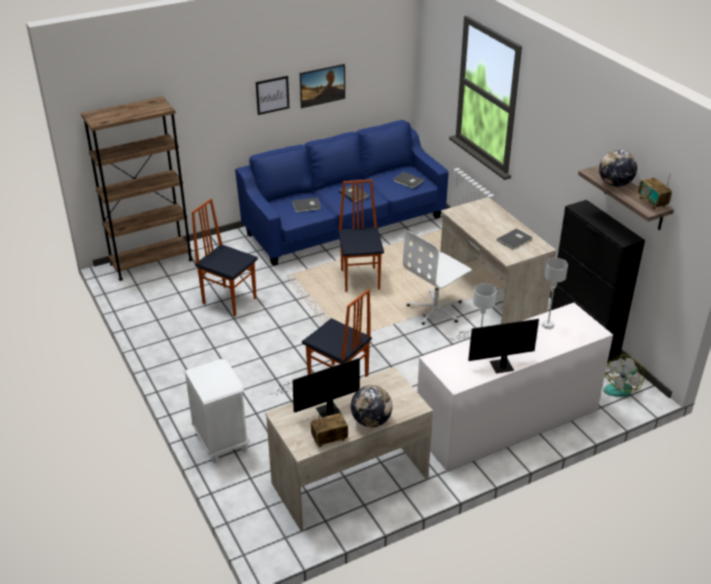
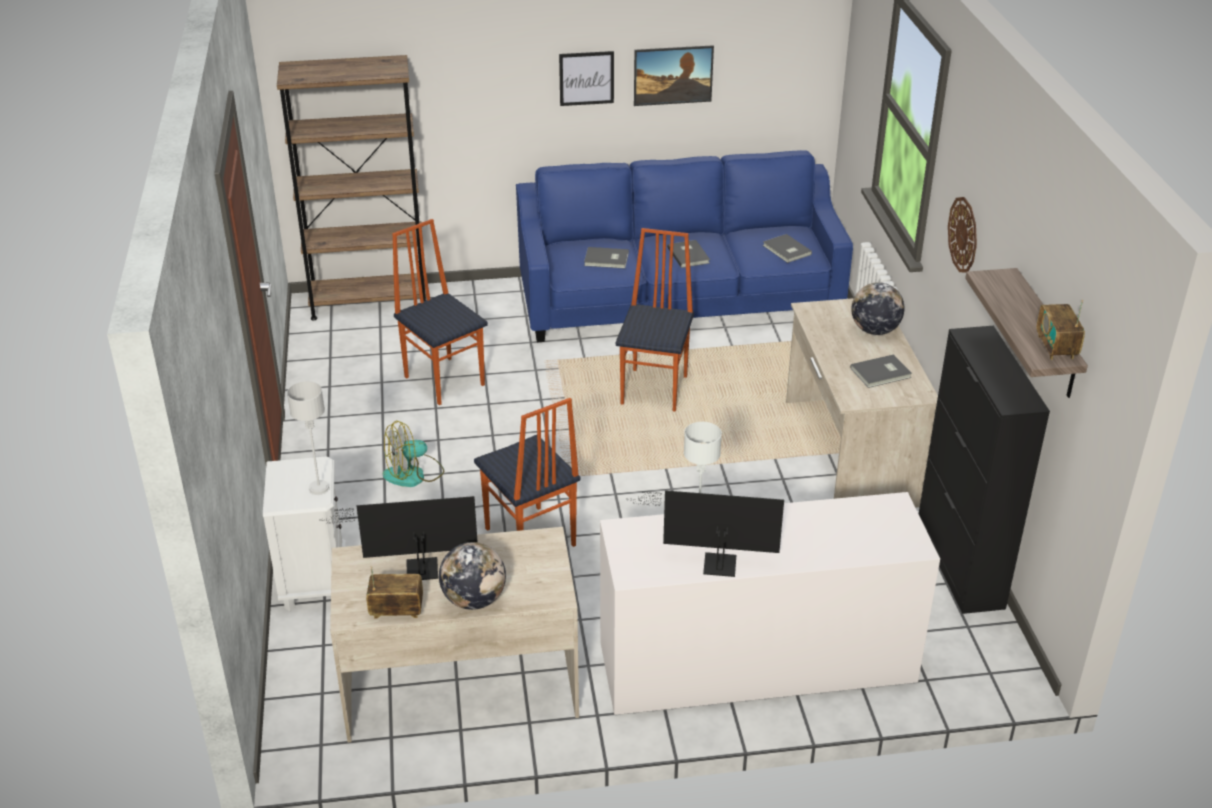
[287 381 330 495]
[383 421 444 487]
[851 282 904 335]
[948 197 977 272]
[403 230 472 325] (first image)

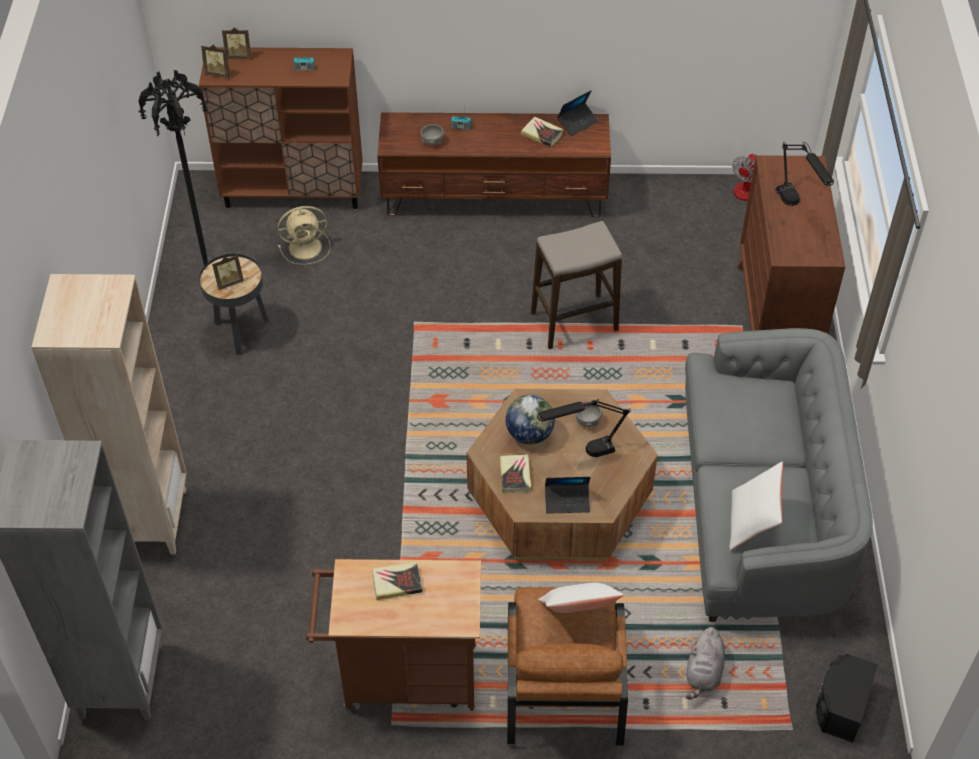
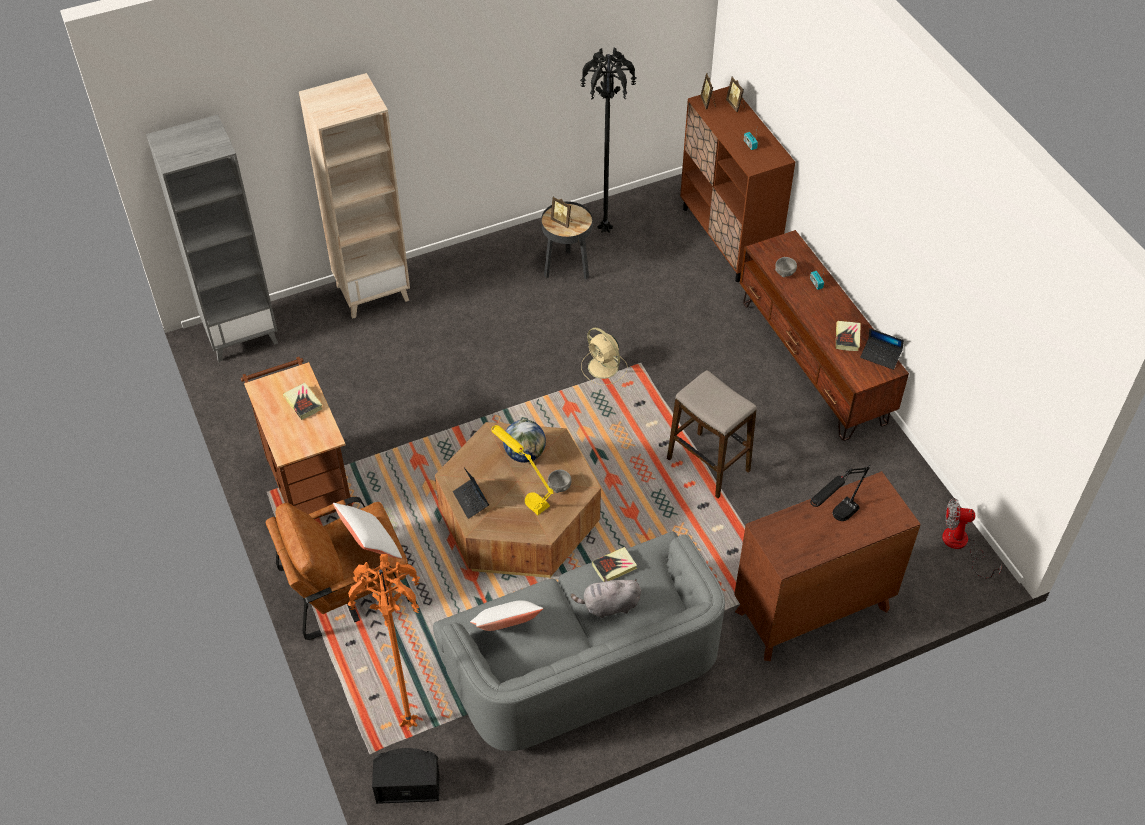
[347 554 420 731]
[491 425 554 515]
[571 577 641 618]
[581 328 628 385]
[592 547 637 582]

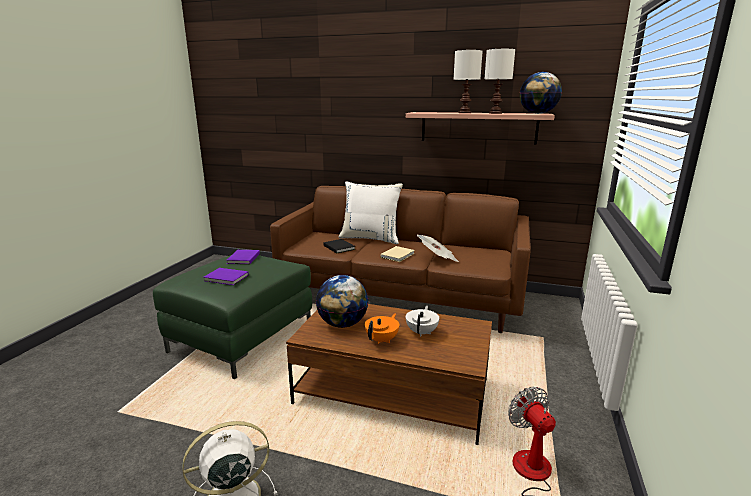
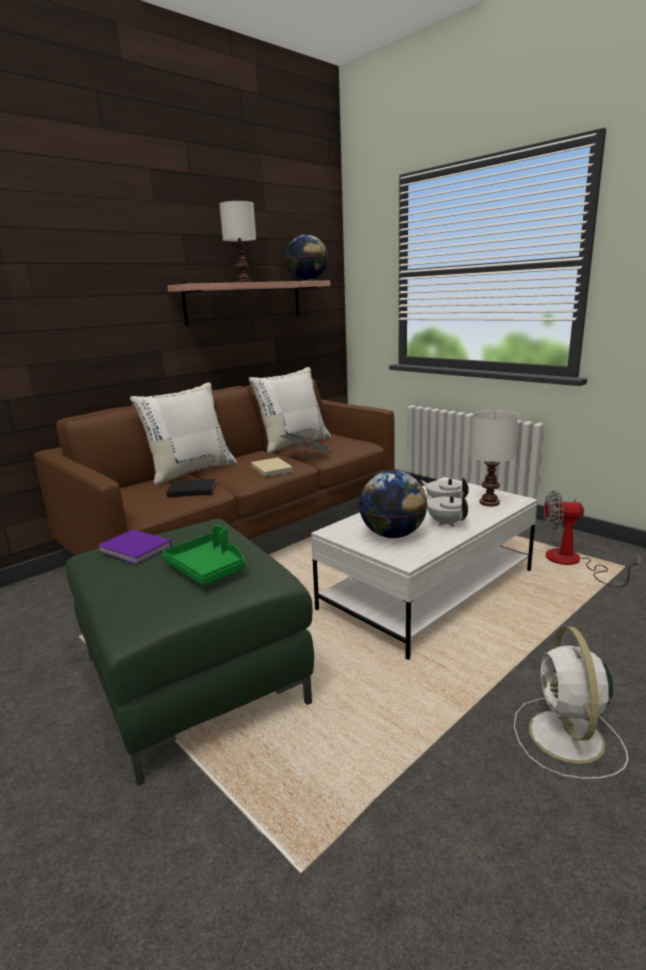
[162 525 245 585]
[248 367 331 454]
[311 477 538 660]
[427 495 468 527]
[471 411 518 506]

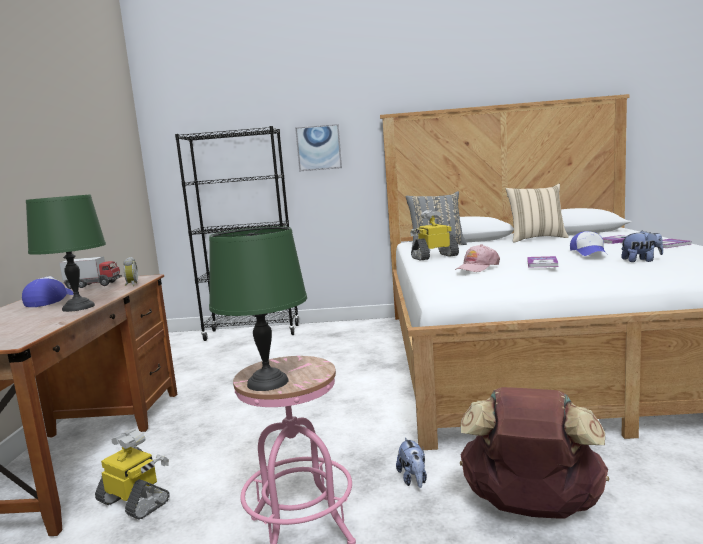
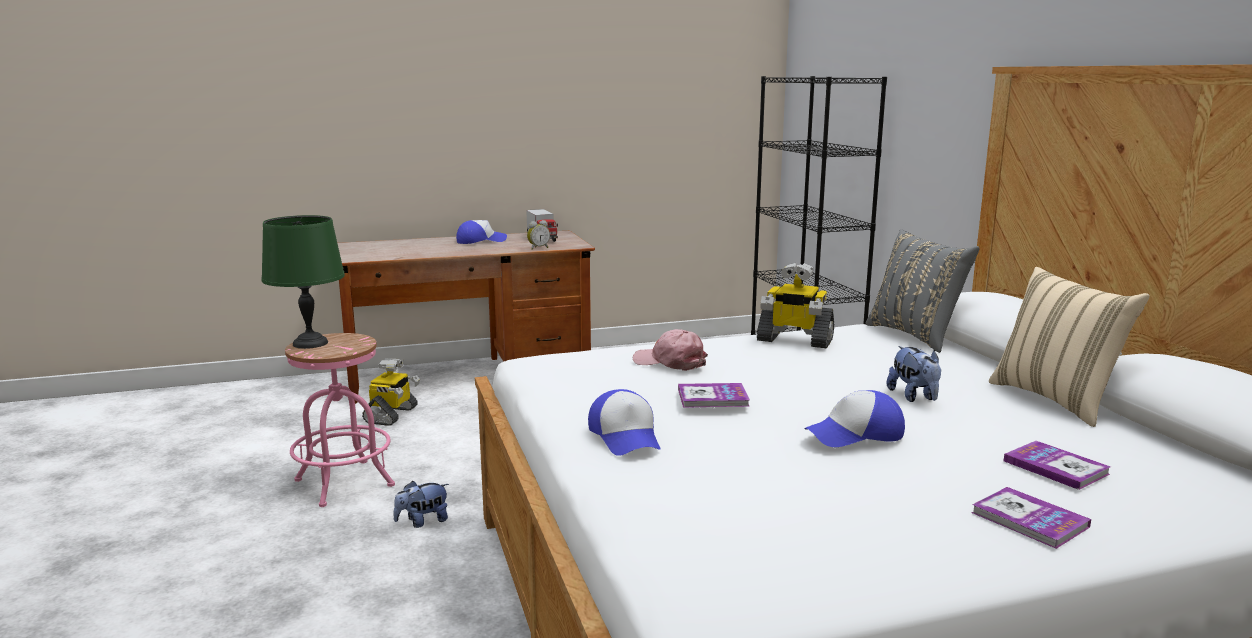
[588 389 660 456]
[757 263 834 348]
[887 346 941 402]
[26 194 106 312] (first image)
[295 124 342 171] (first image)
[460 387 609 519] (first image)

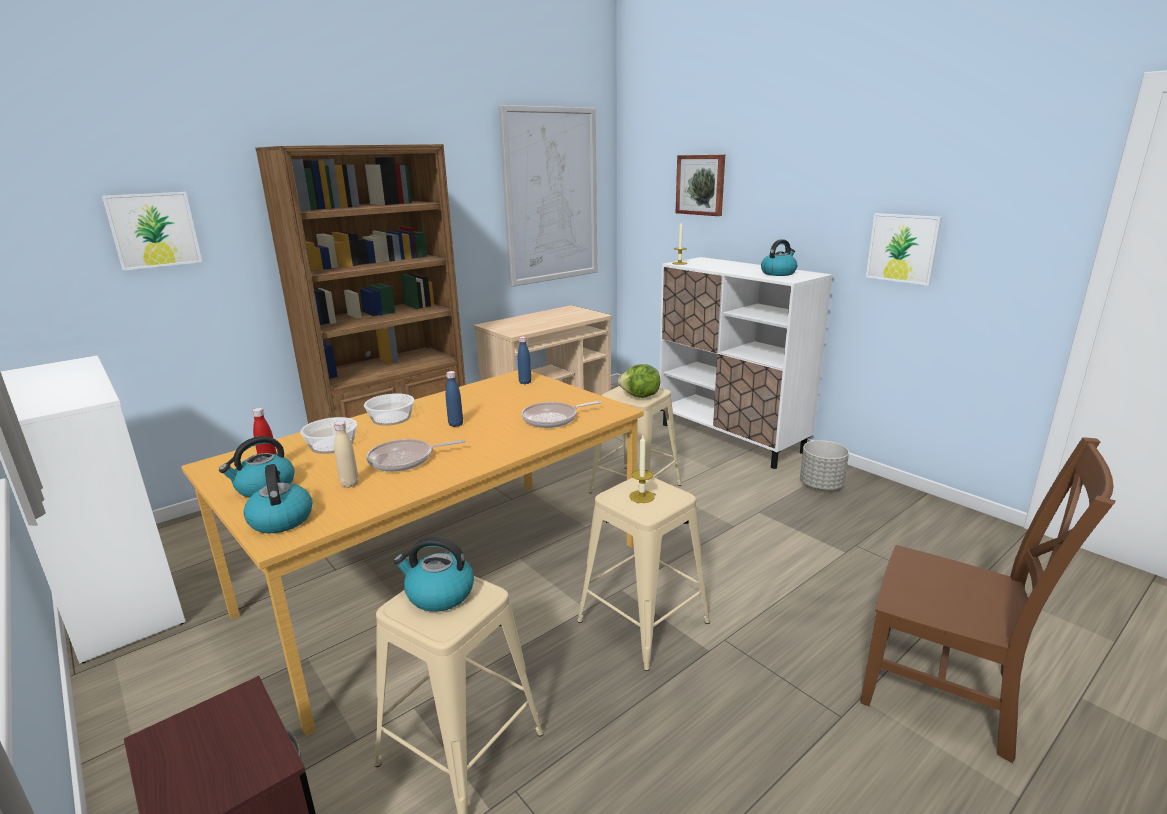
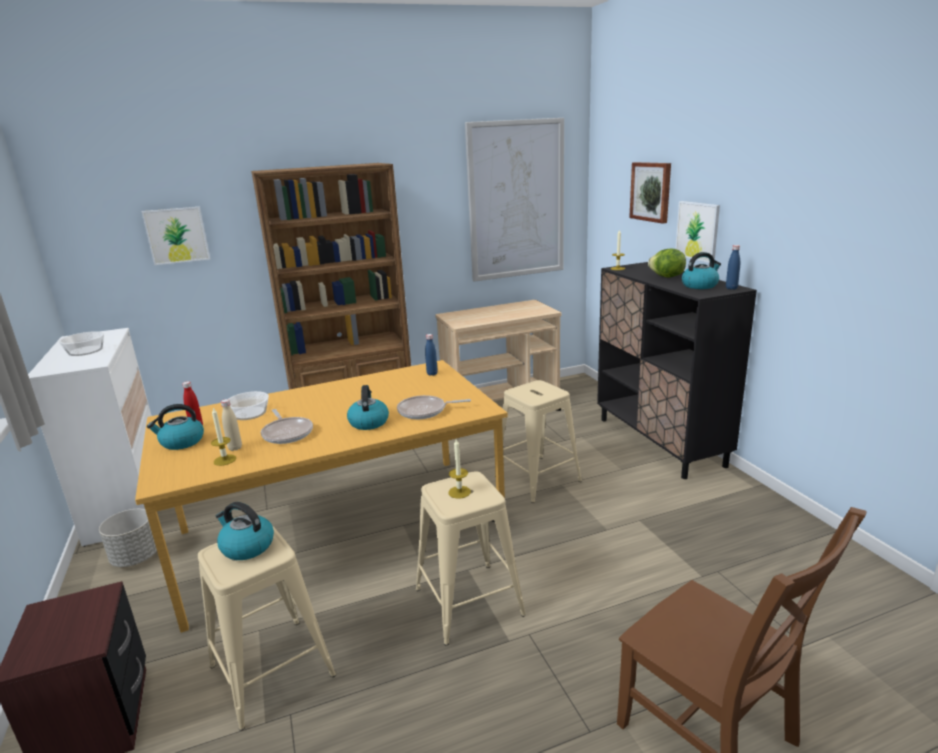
[59 331 104 356]
[99 509 157 567]
[211 408 236 466]
[261 409 313 444]
[347 385 389 430]
[597 262 757 479]
[648 249 686 278]
[675 201 720 263]
[726 245 740 290]

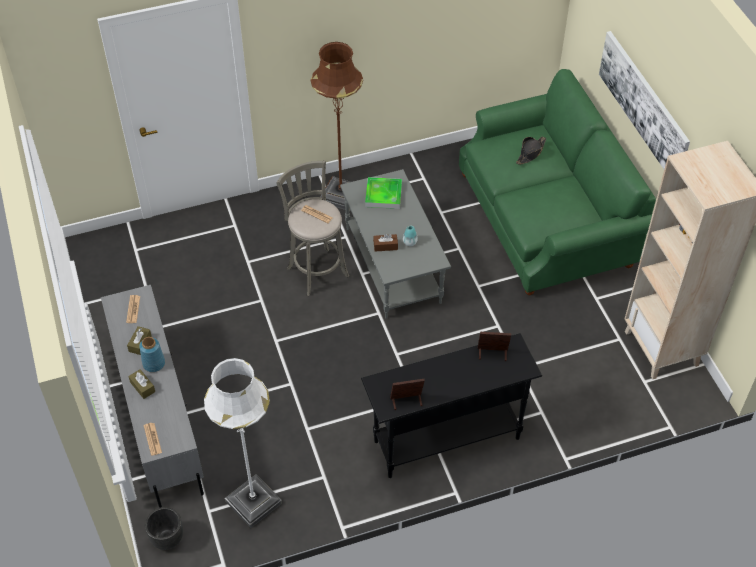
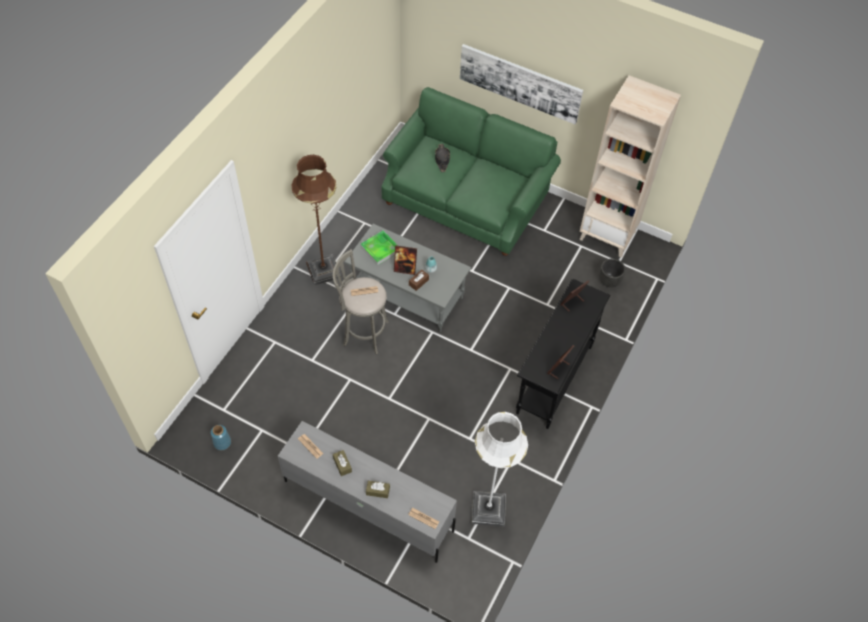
[211 425 231 450]
[394 245 417 275]
[599 259 626 288]

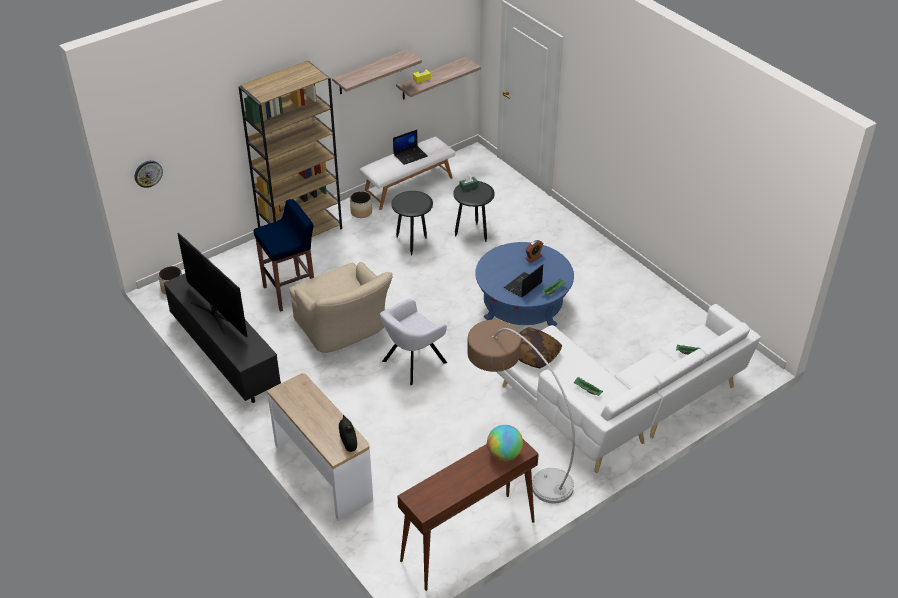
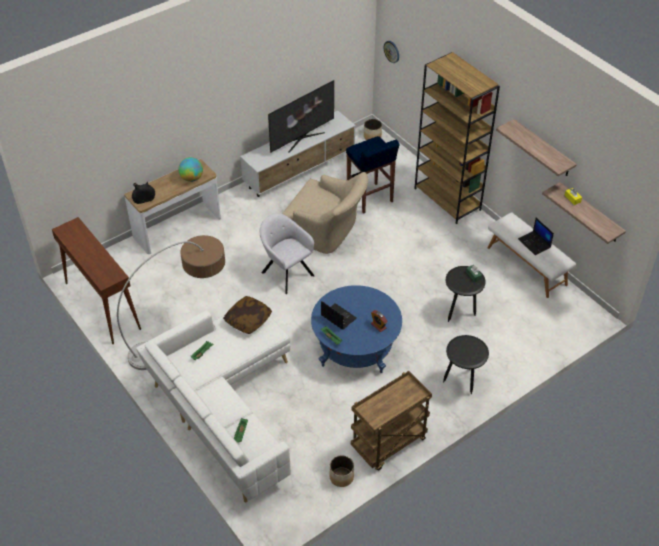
[178 157 203 182]
[240 111 356 197]
[282 172 368 254]
[329 456 354 487]
[351 371 432 471]
[443 335 489 394]

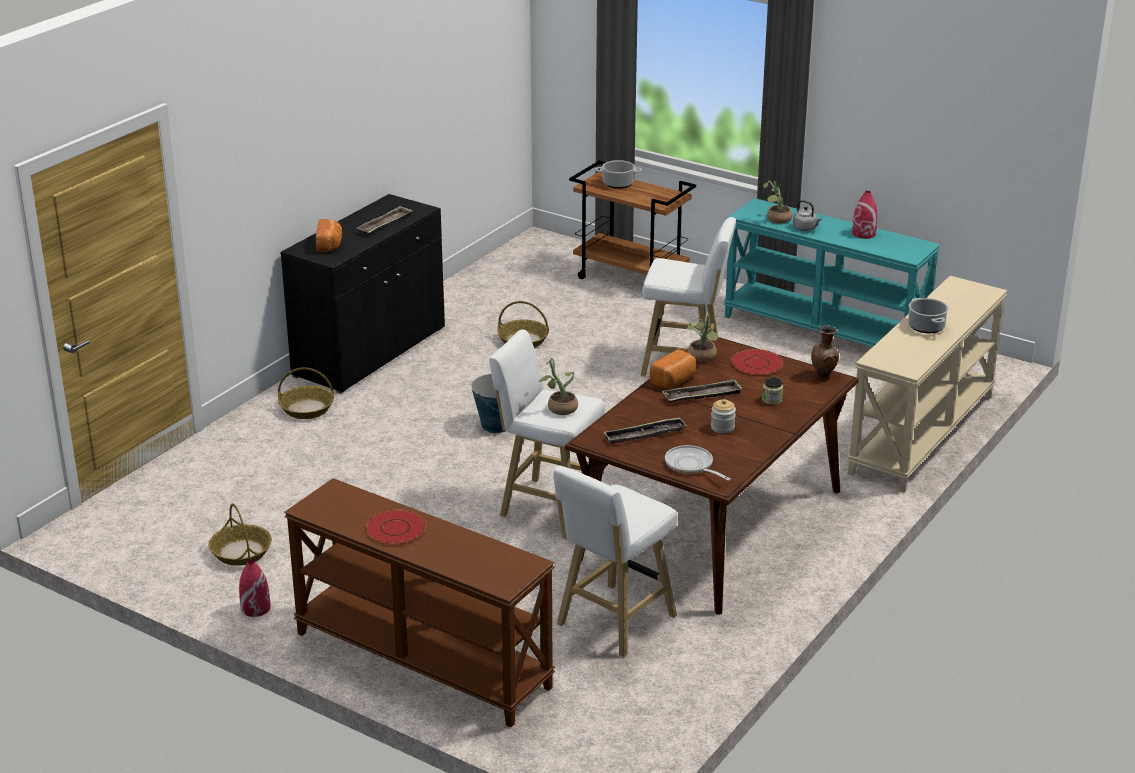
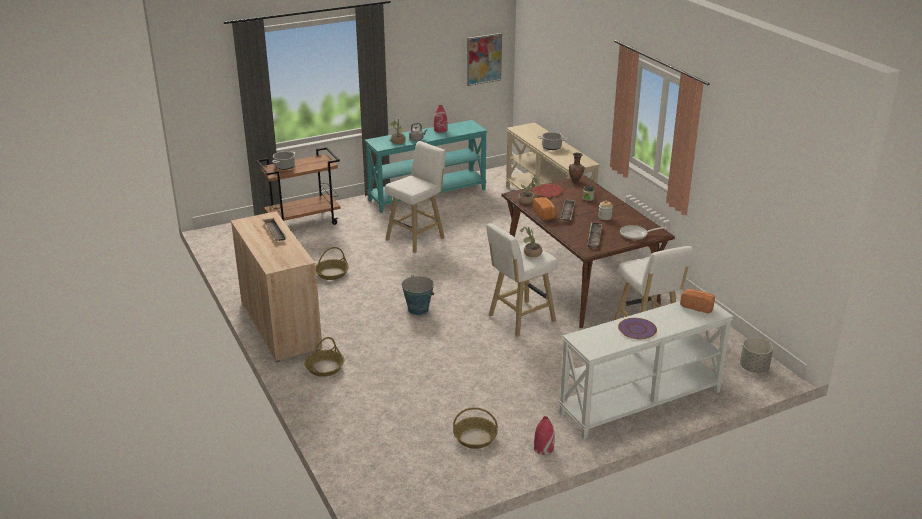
[231 211 322 362]
[467 33 502 86]
[558 301 734 439]
[618 318 657 339]
[680 289 715 313]
[740 337 773 373]

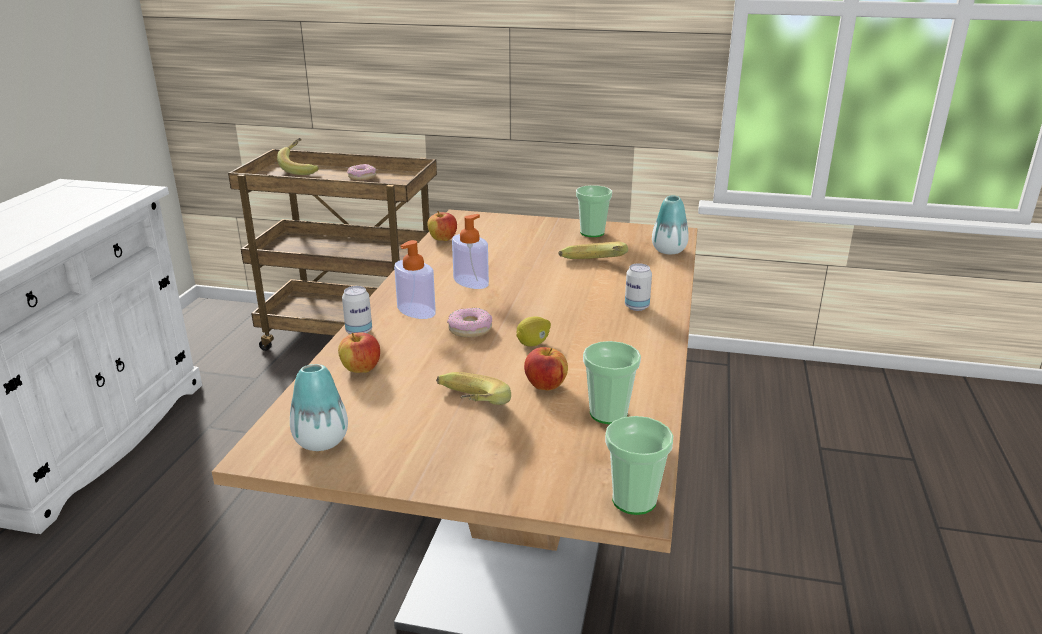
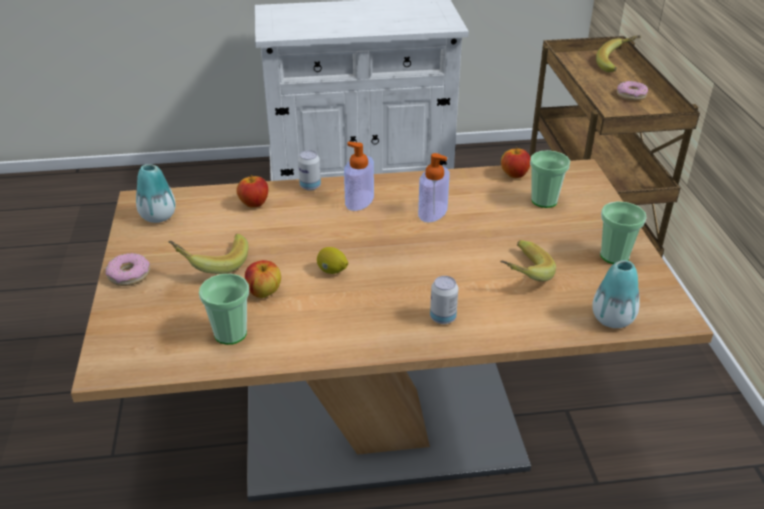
[105 253 151 286]
[530 150 570 208]

